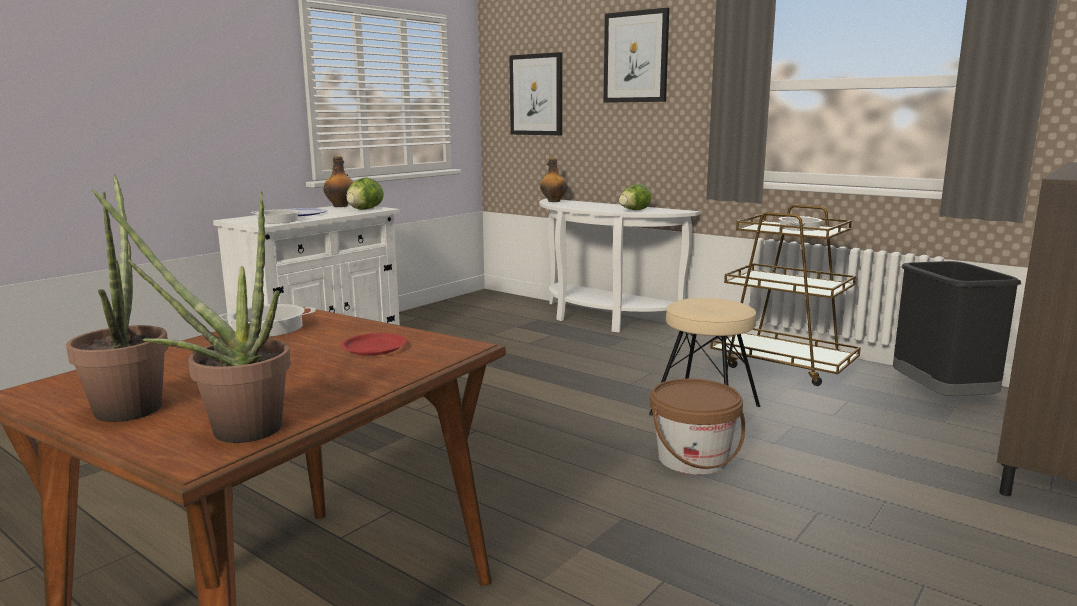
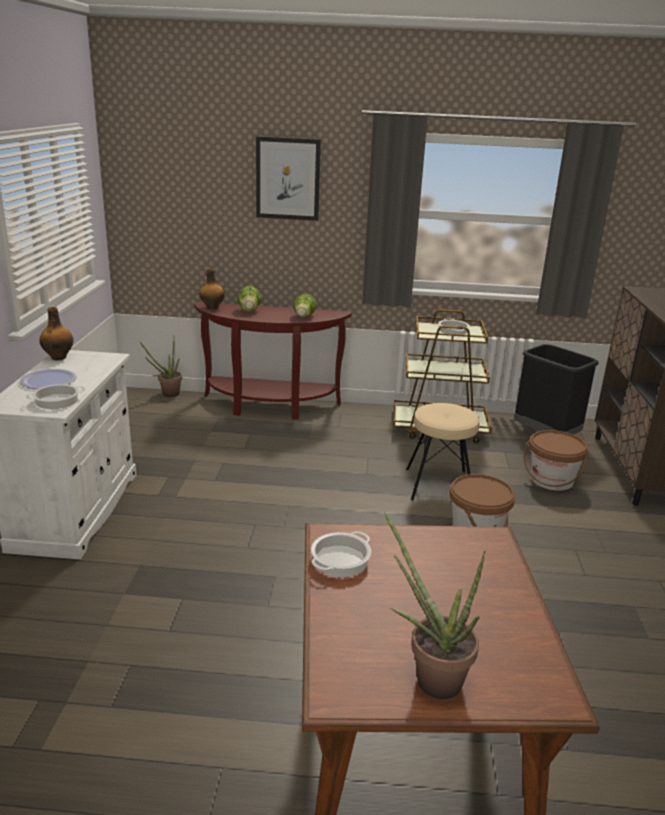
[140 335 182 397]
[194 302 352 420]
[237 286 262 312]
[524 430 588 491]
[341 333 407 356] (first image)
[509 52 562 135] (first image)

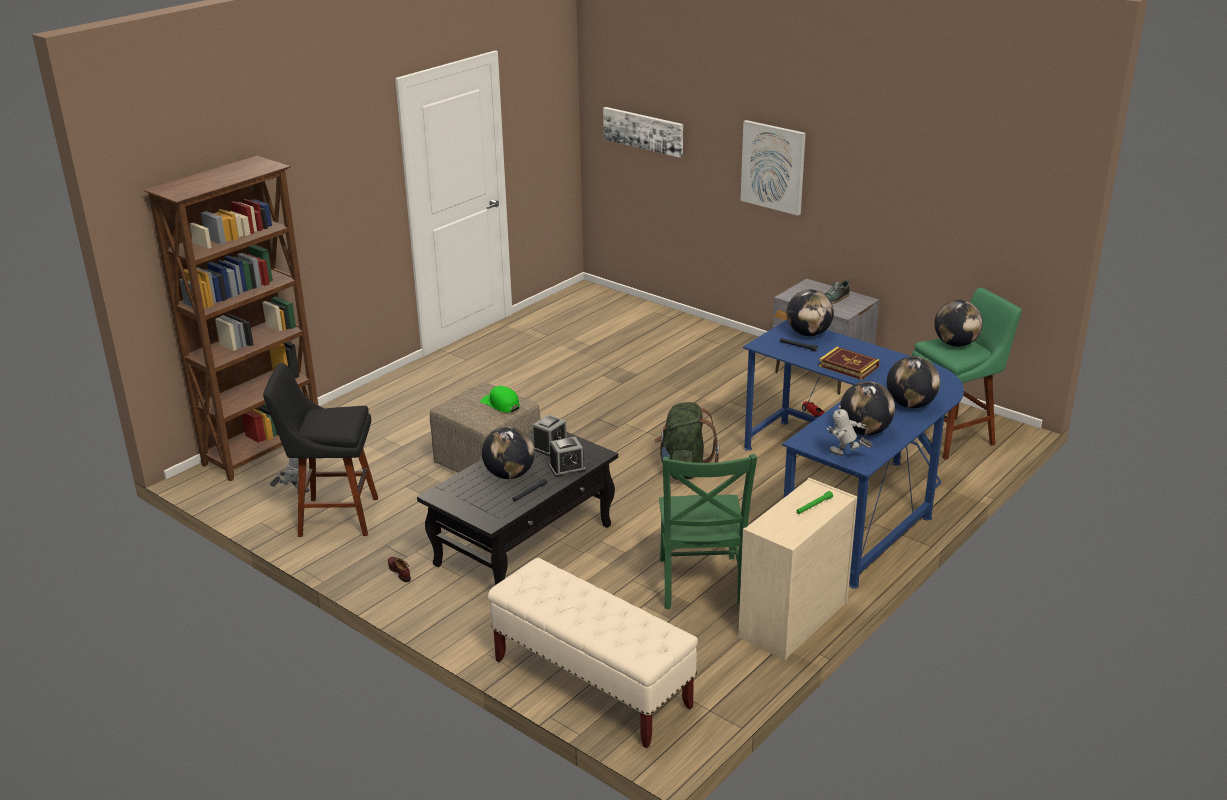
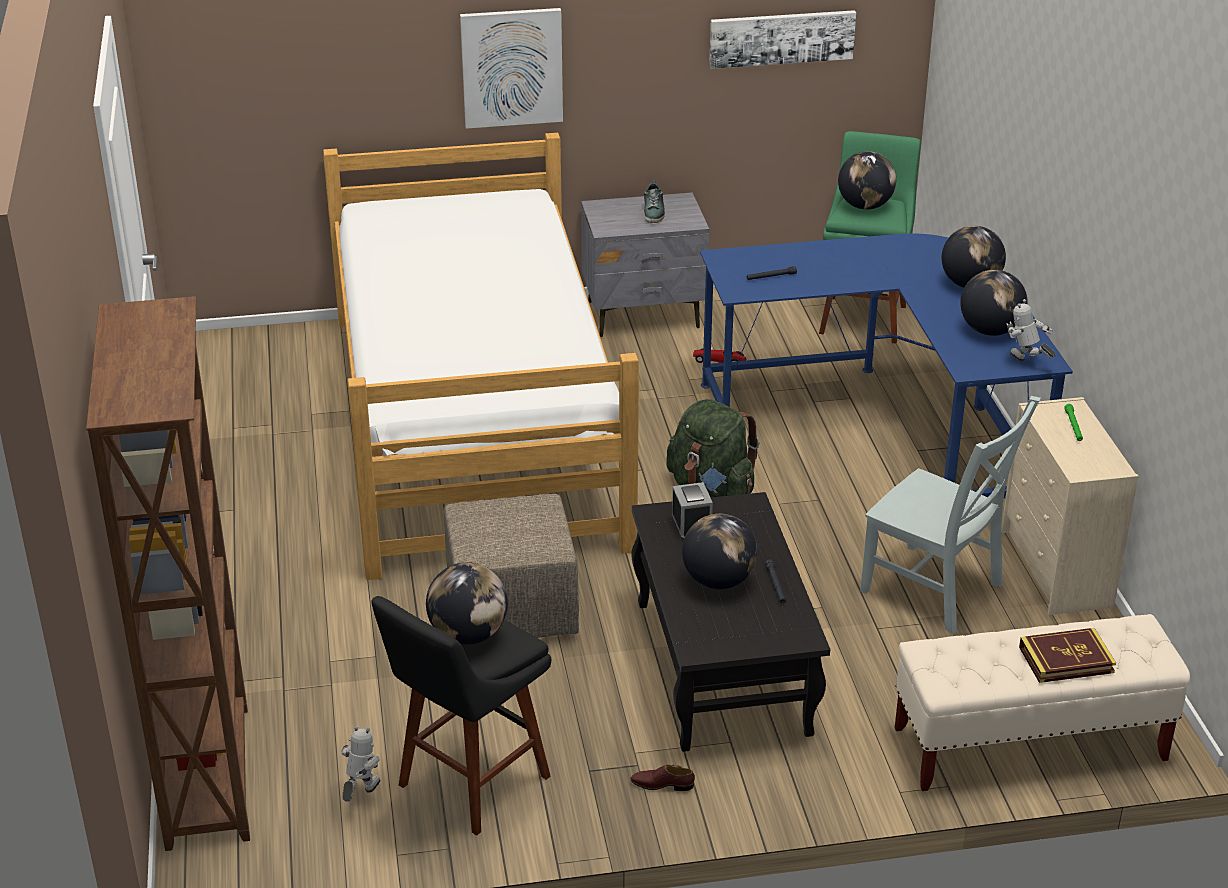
[323 133 639 580]
[426 562 508 645]
[709 10 856 69]
[860 396 1041 634]
[1007 299 1056 361]
[1019 628 1116 683]
[480 386 520 413] (first image)
[549 437 586 477] (first image)

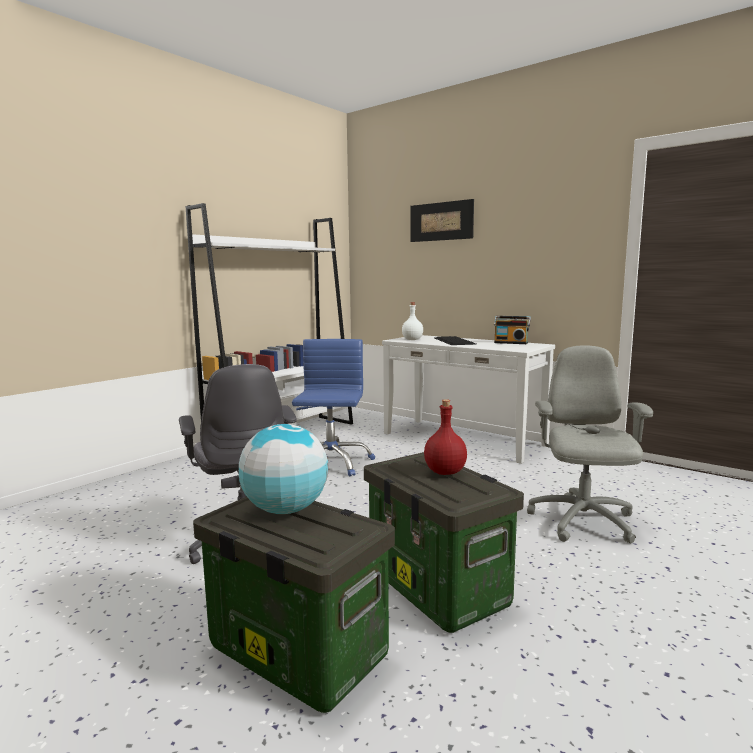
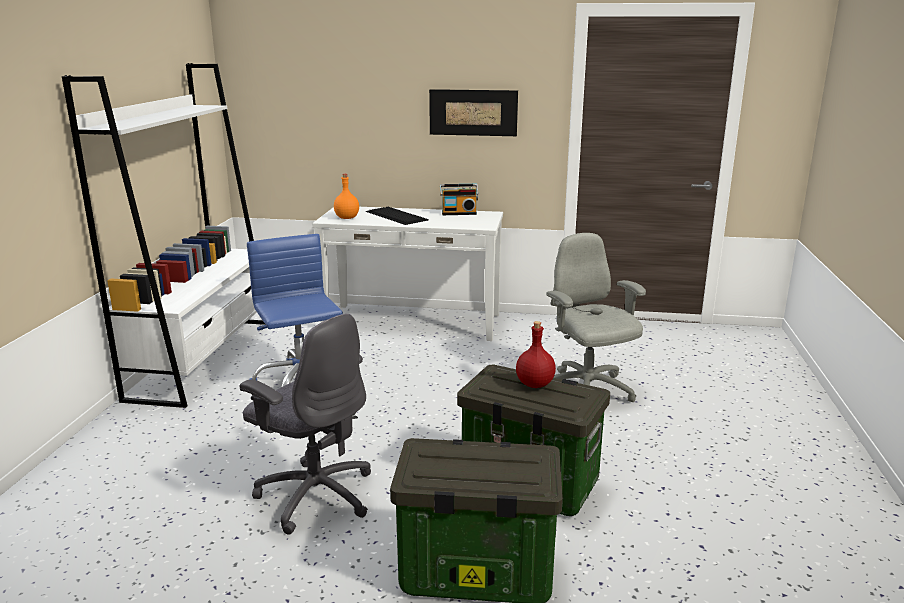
[334 174 359 219]
[429 89 518 136]
[239 424 329 514] (first image)

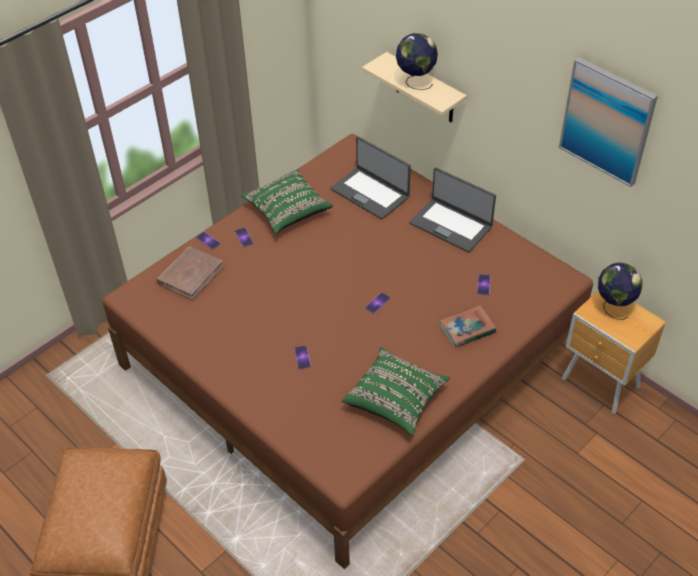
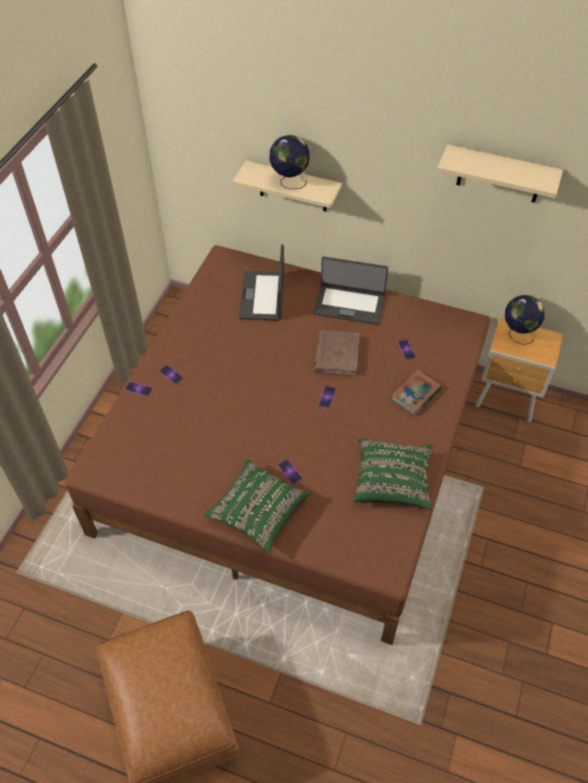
[204 459 311 553]
[239 244 284 321]
[314 330 360 376]
[437 145 563 203]

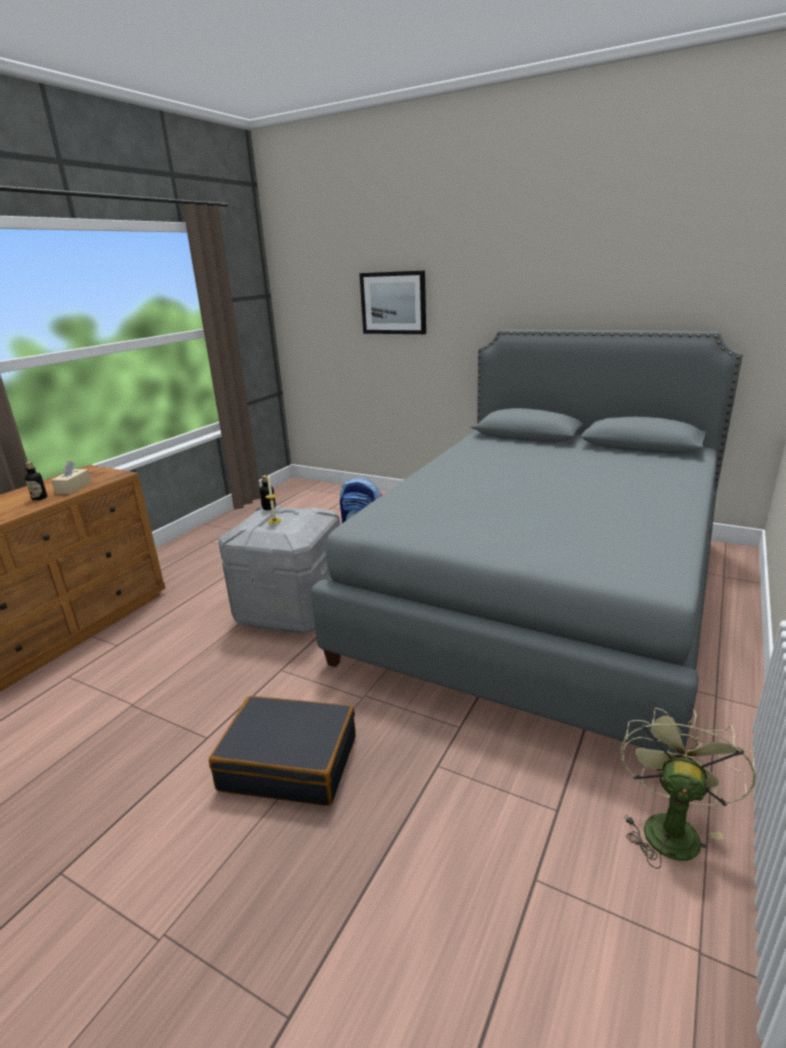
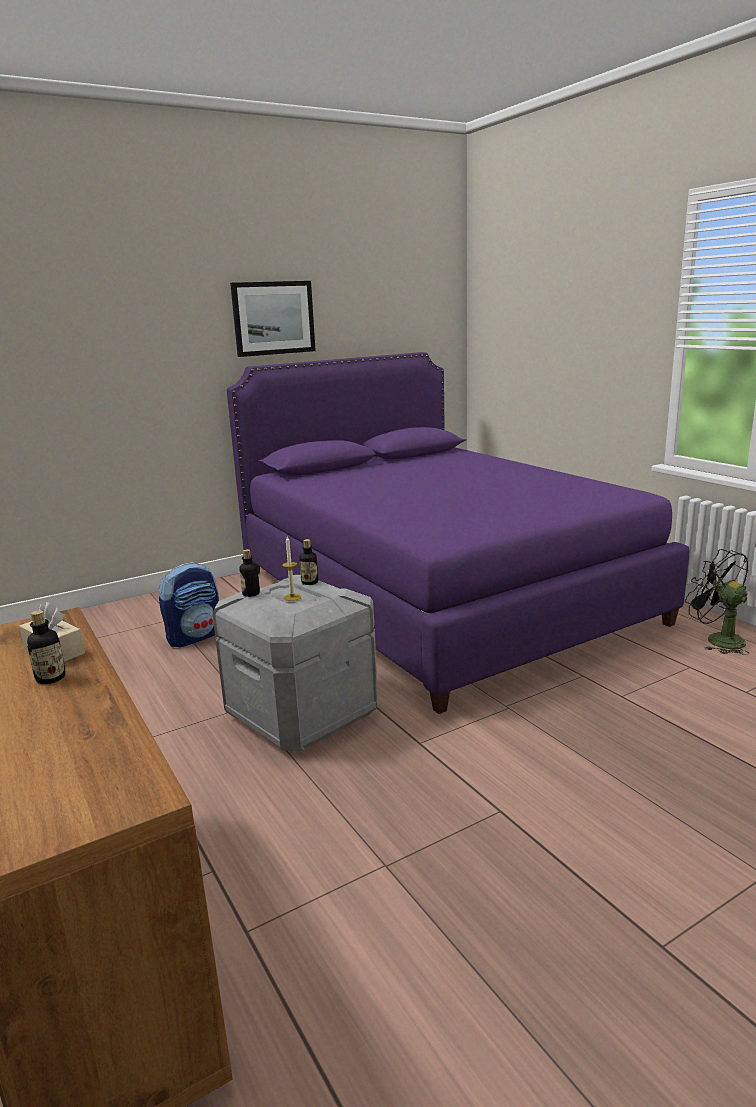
[227 352 690 714]
[230 281 316 357]
[299 539 318 585]
[685 549 749 655]
[209 696 356 806] (first image)

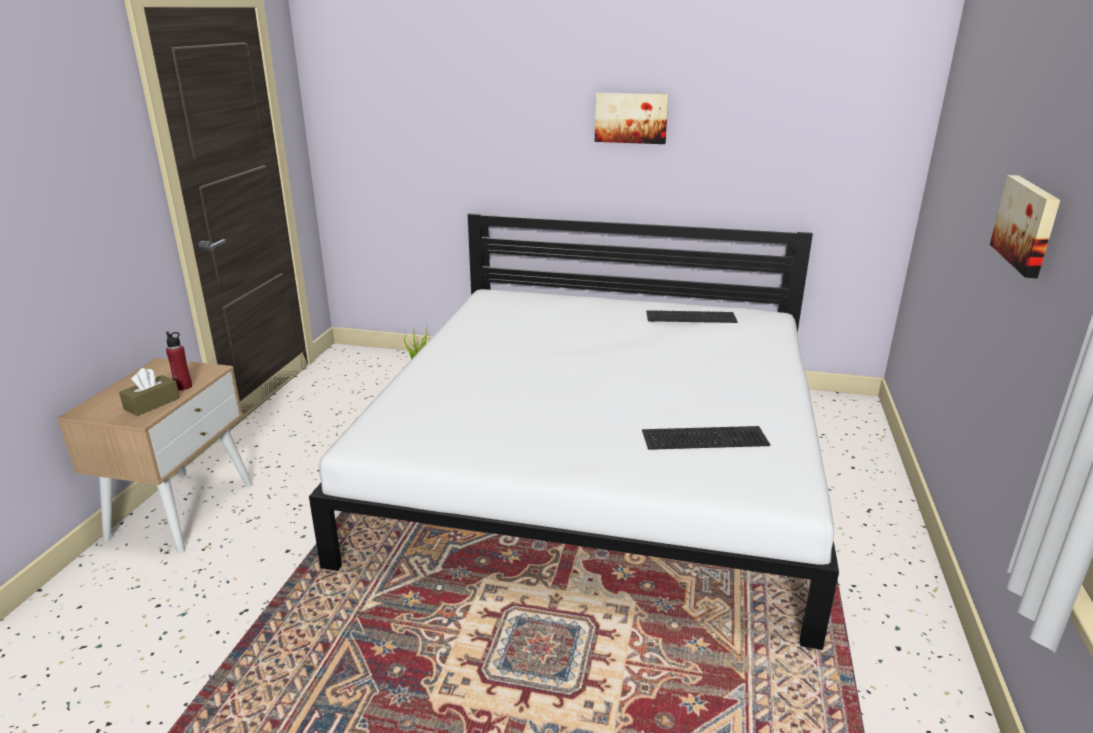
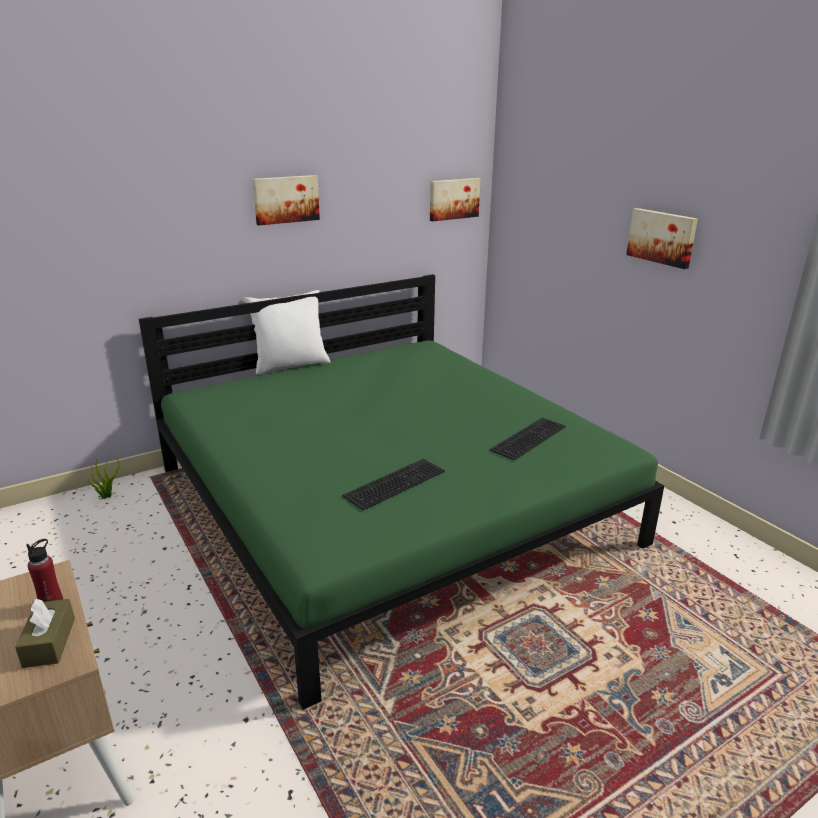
[139 274 664 710]
[244 290 330 374]
[342 459 445 510]
[430 178 480 221]

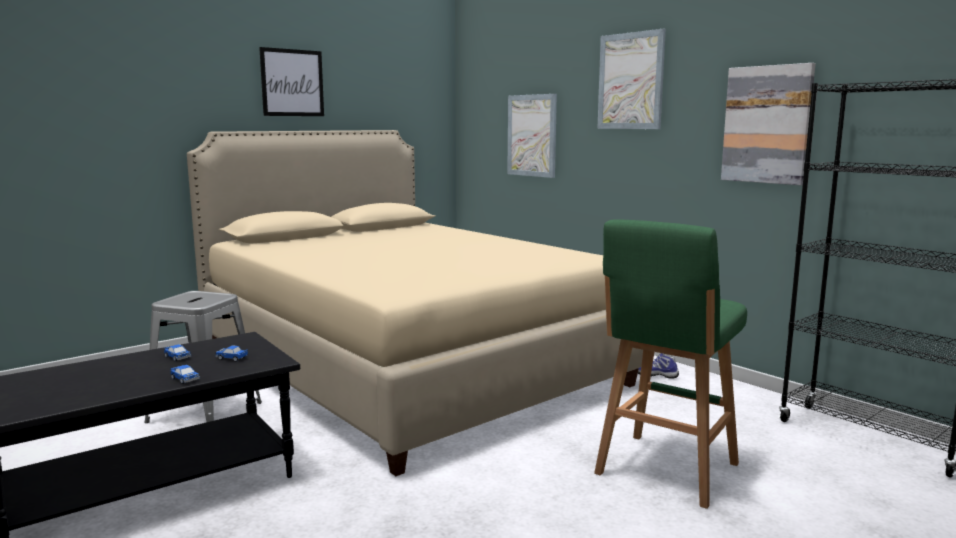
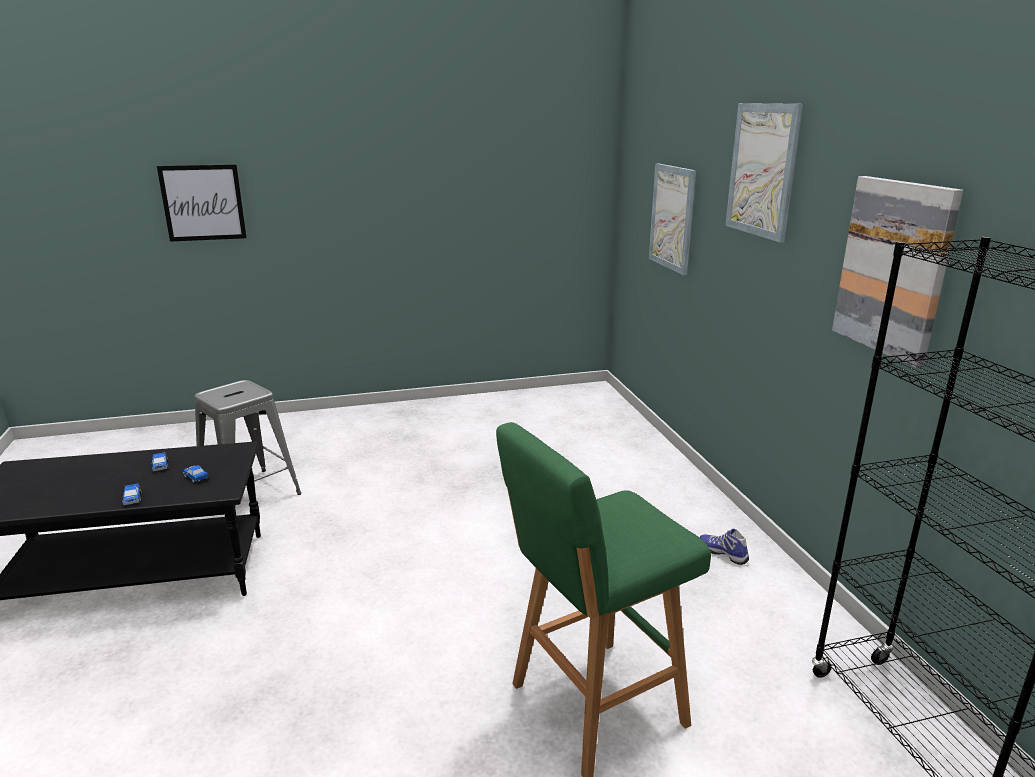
[157 164 247 242]
[187 130 643 476] (first image)

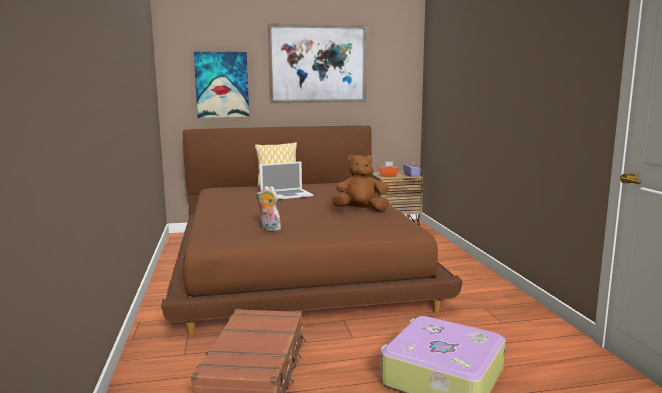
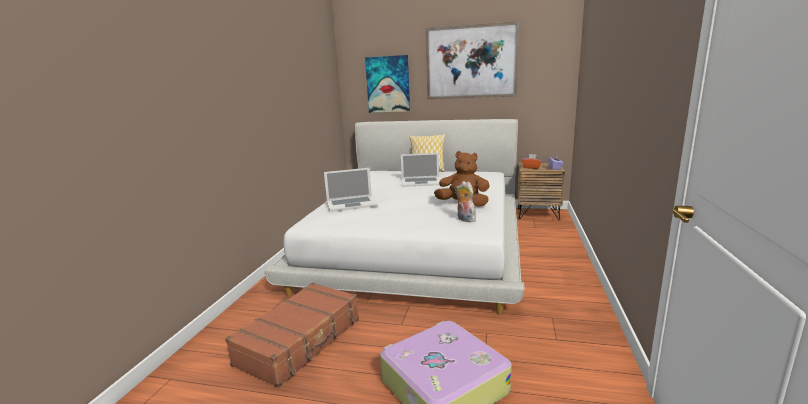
[264 119 525 315]
[324 168 378 212]
[456 181 476 222]

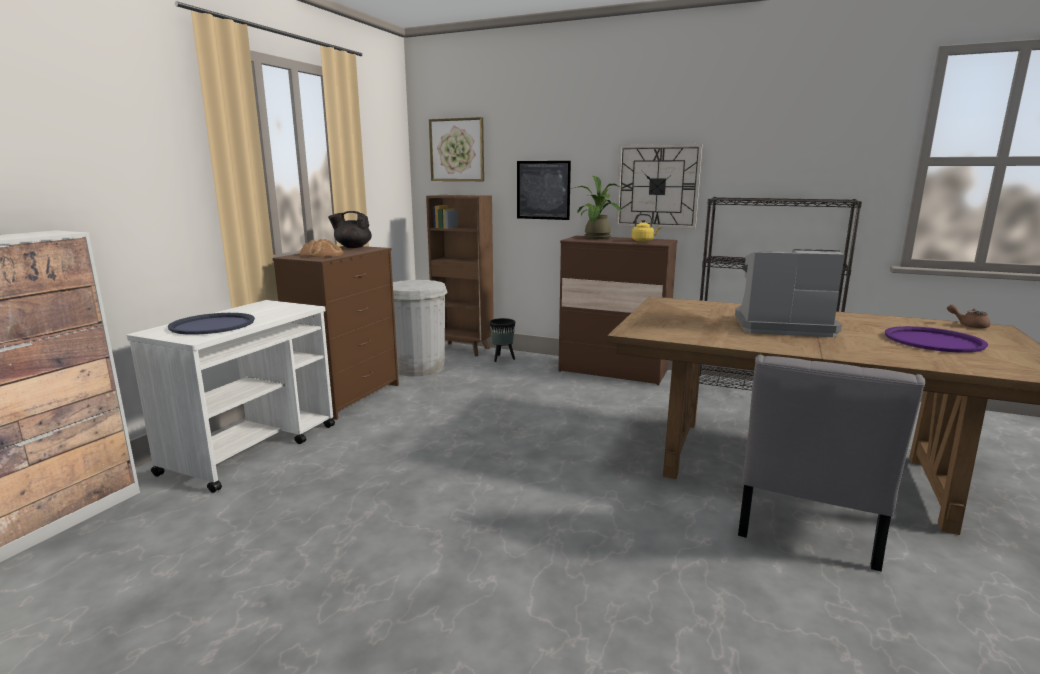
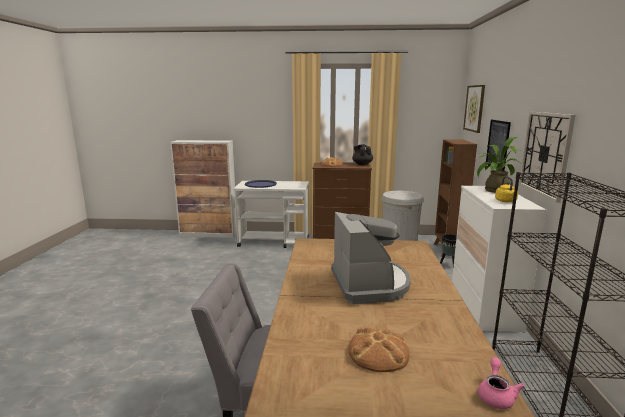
[349 328 409 372]
[452 186 546 333]
[478 358 525 409]

